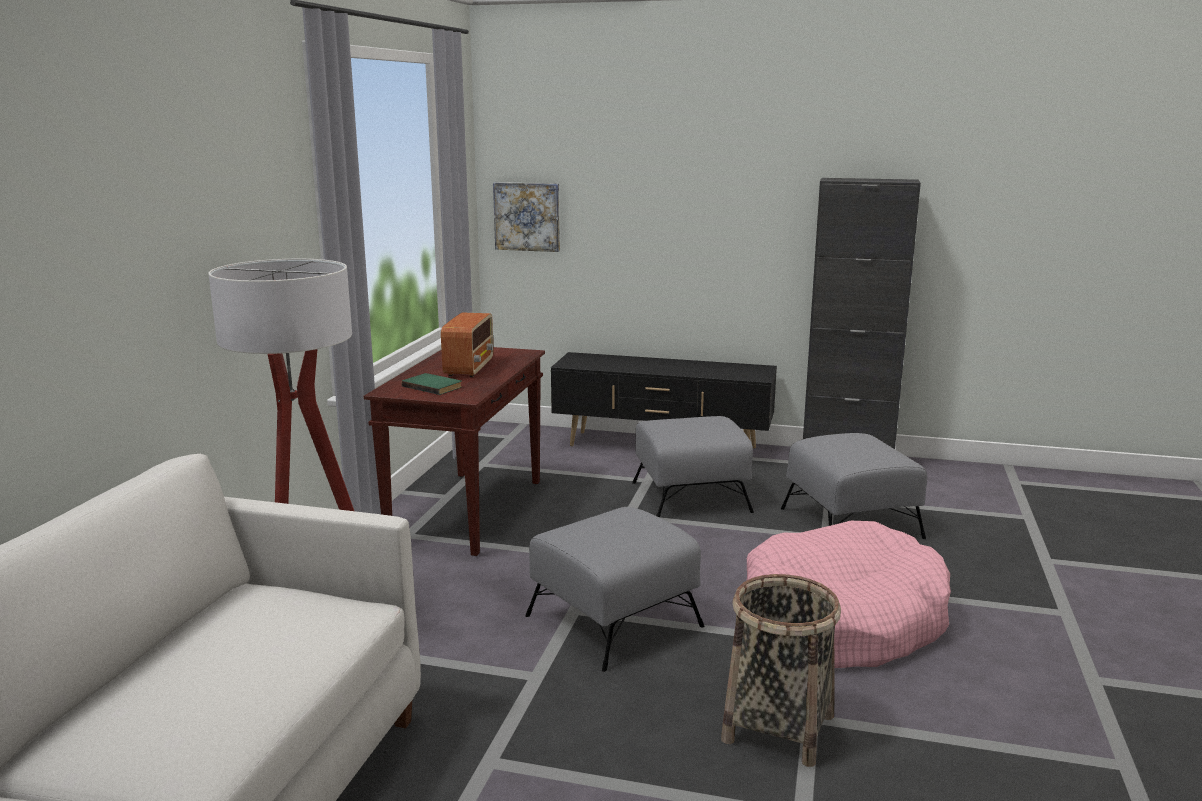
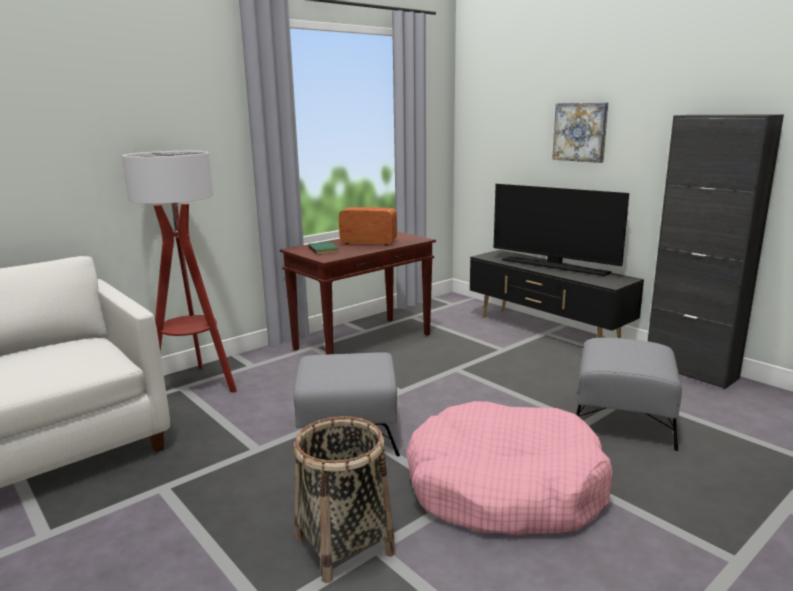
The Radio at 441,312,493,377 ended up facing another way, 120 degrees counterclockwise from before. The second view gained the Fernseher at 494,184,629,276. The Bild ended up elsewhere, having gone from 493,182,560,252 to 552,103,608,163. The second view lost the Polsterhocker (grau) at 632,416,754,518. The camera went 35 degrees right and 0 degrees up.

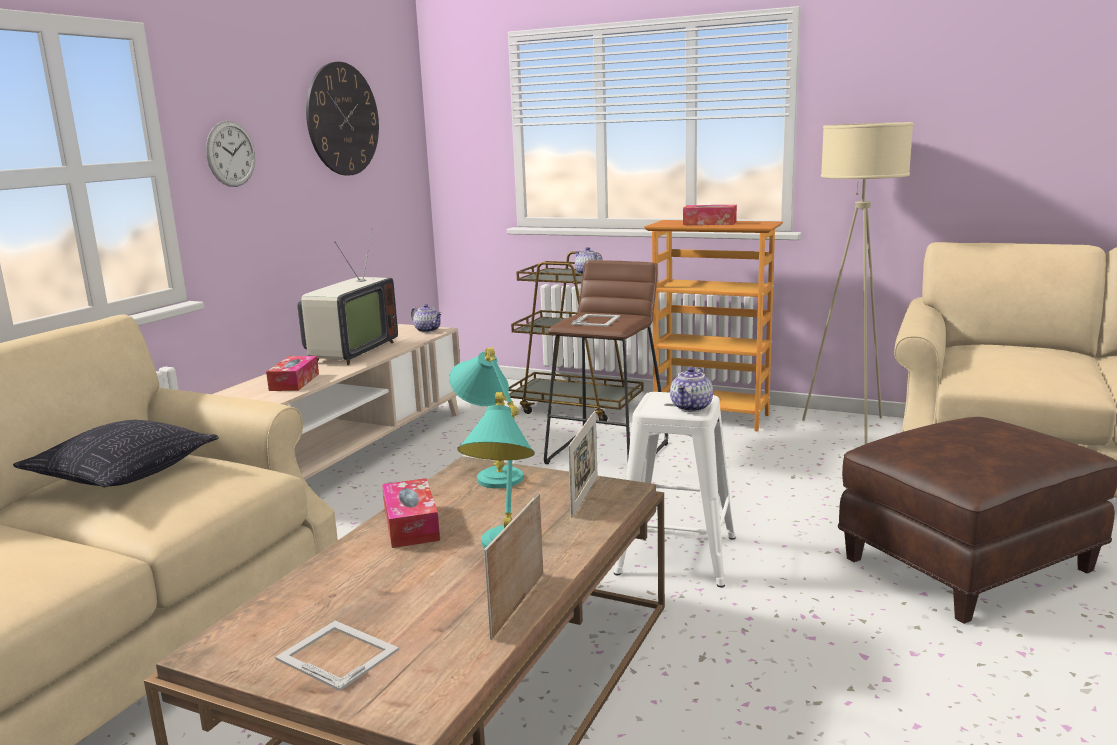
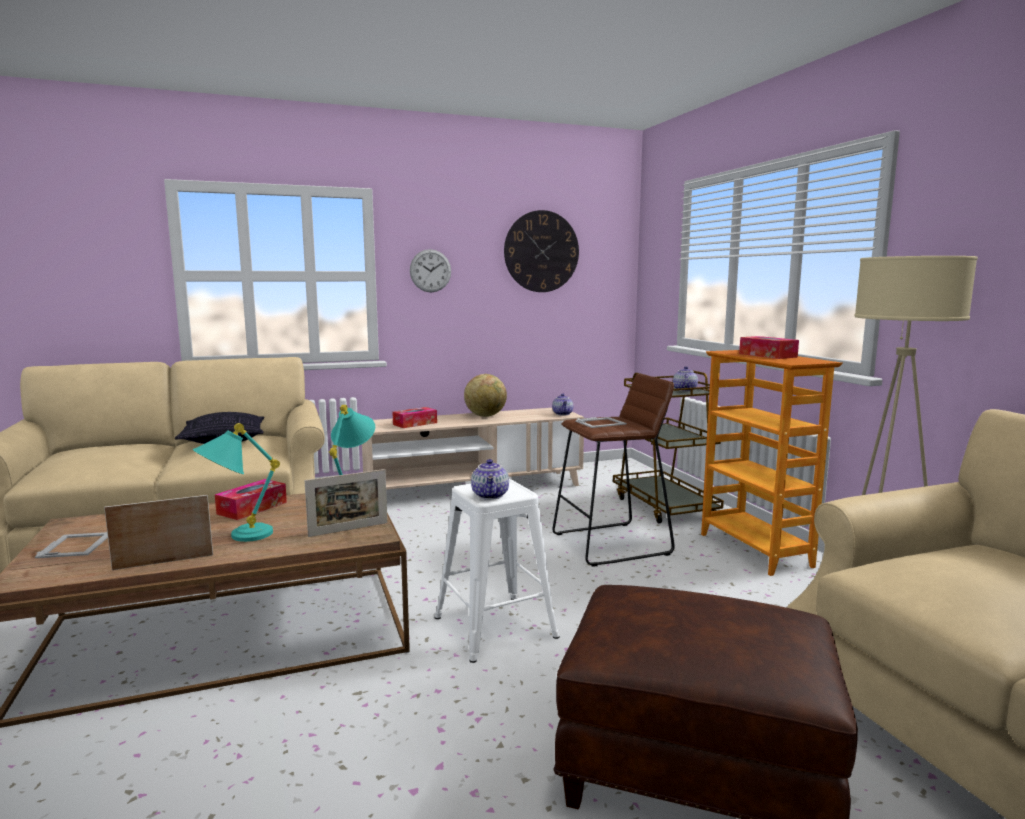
Where the Fernseher stood at 297,228,398,365, the Globus came to stand at 464,374,507,417. The Teekanne at 670,367,713,412 ended up facing another way, 75 degrees counterclockwise from before. The camera went 45 degrees right and 5 degrees down.

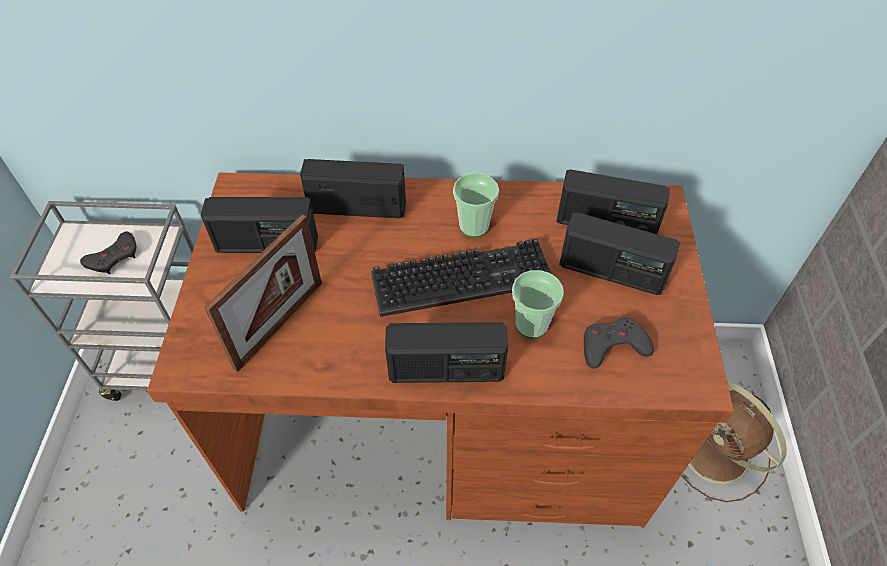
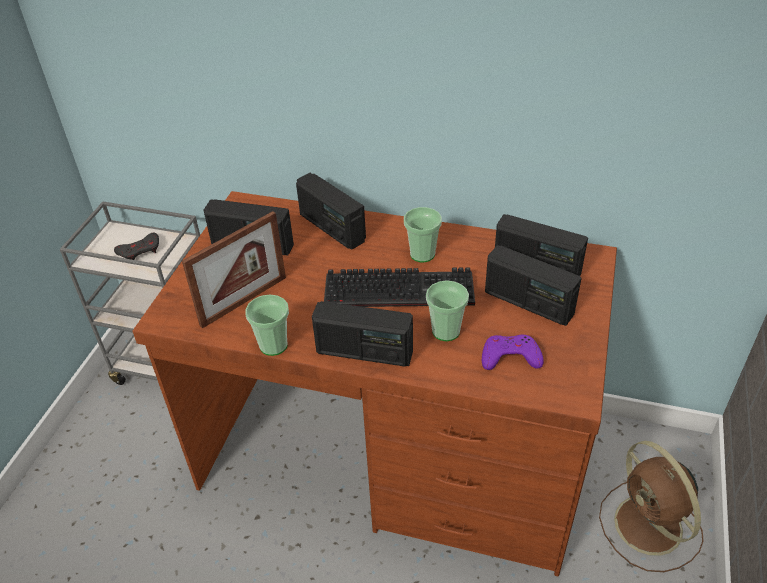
The second view gained the Tasse at 245,295,289,356. The Radio at 300,159,406,219 ended up facing another way, 150 degrees counterclockwise from before. What was the Gamepad (grau) at 584,318,654,369 turned into the Gamepad (lila) at 482,335,544,370. The camera went 15 degrees right and 10 degrees down.

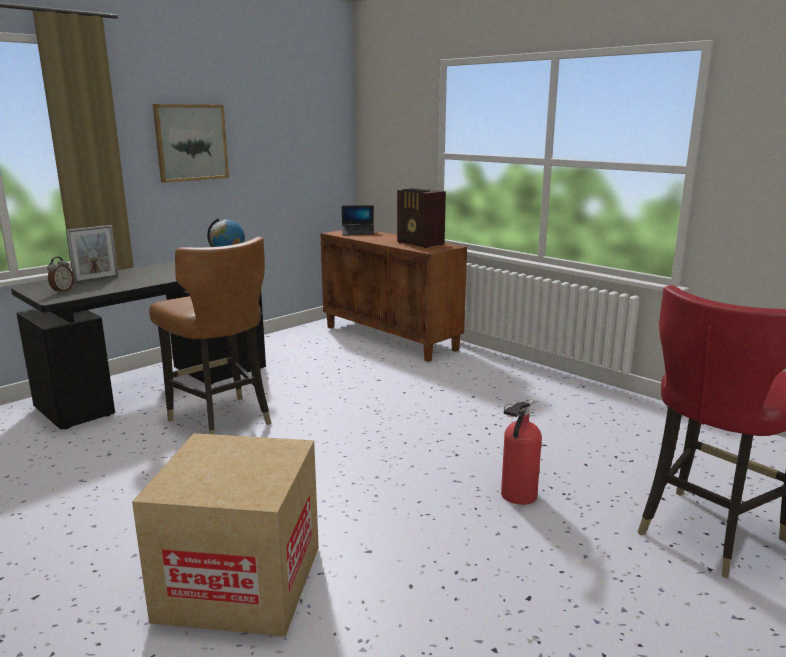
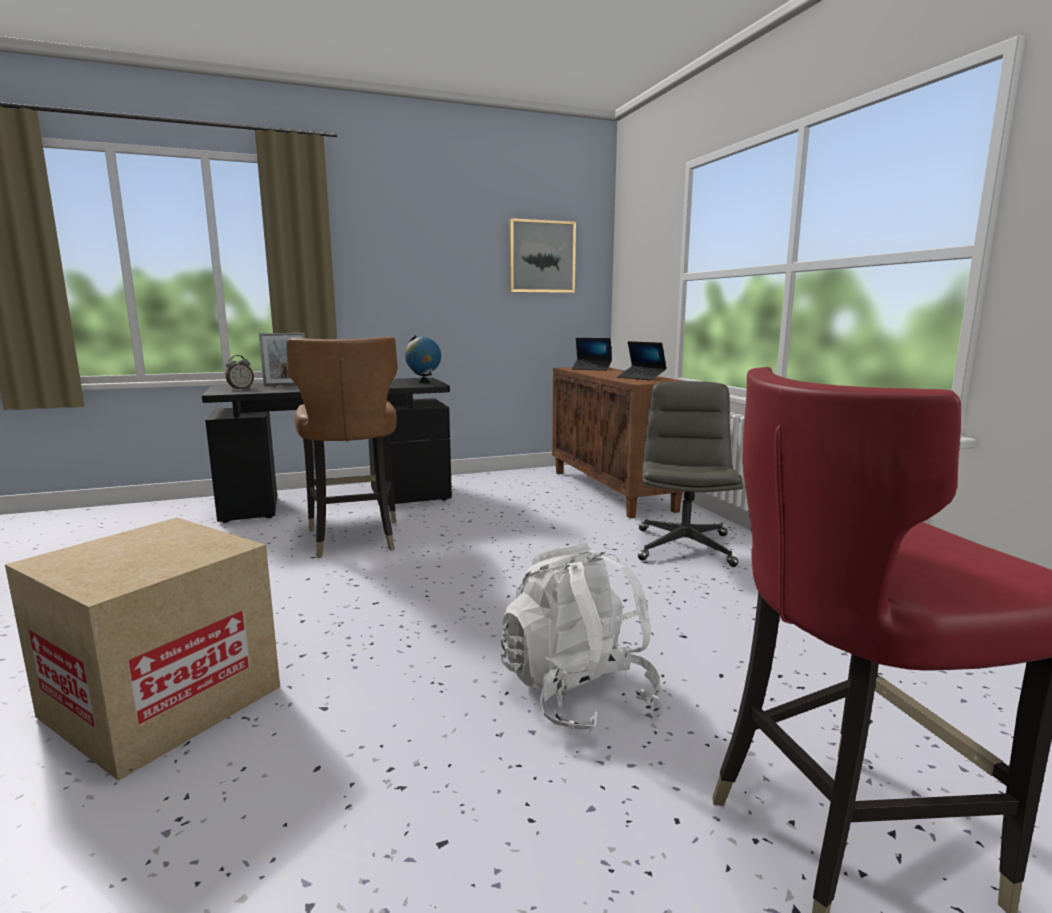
Where the Feuerlöscher stood at 501,399,542,505, the Rucksack (weiß) came to stand at 501,542,662,732. The Bild ended up elsewhere, having gone from 153,104,229,183 to 509,218,576,293. Where the Radio stood at 397,188,446,248, the Laptop came to stand at 617,341,667,381. The second view gained the Bürostuhl (grau) at 638,381,743,567. The camera went 25 degrees right and 5 degrees down.

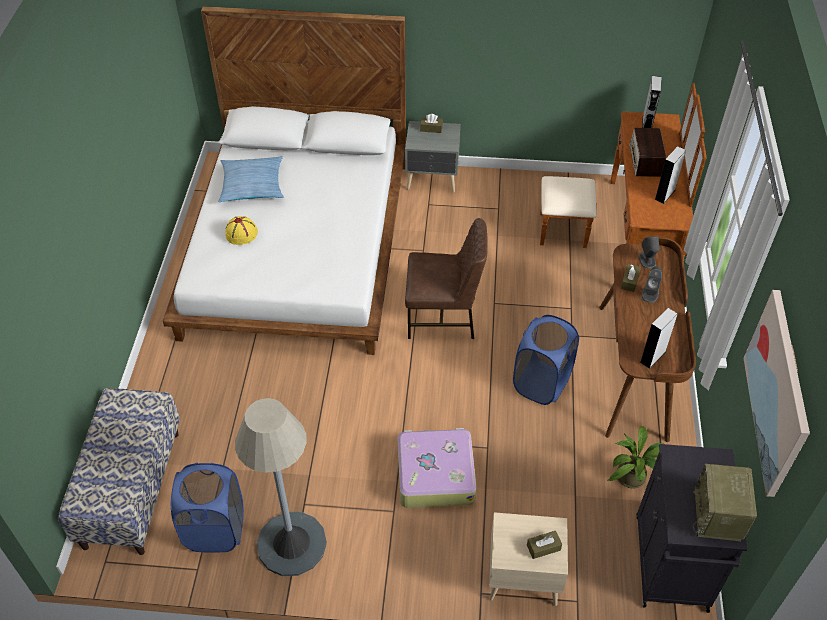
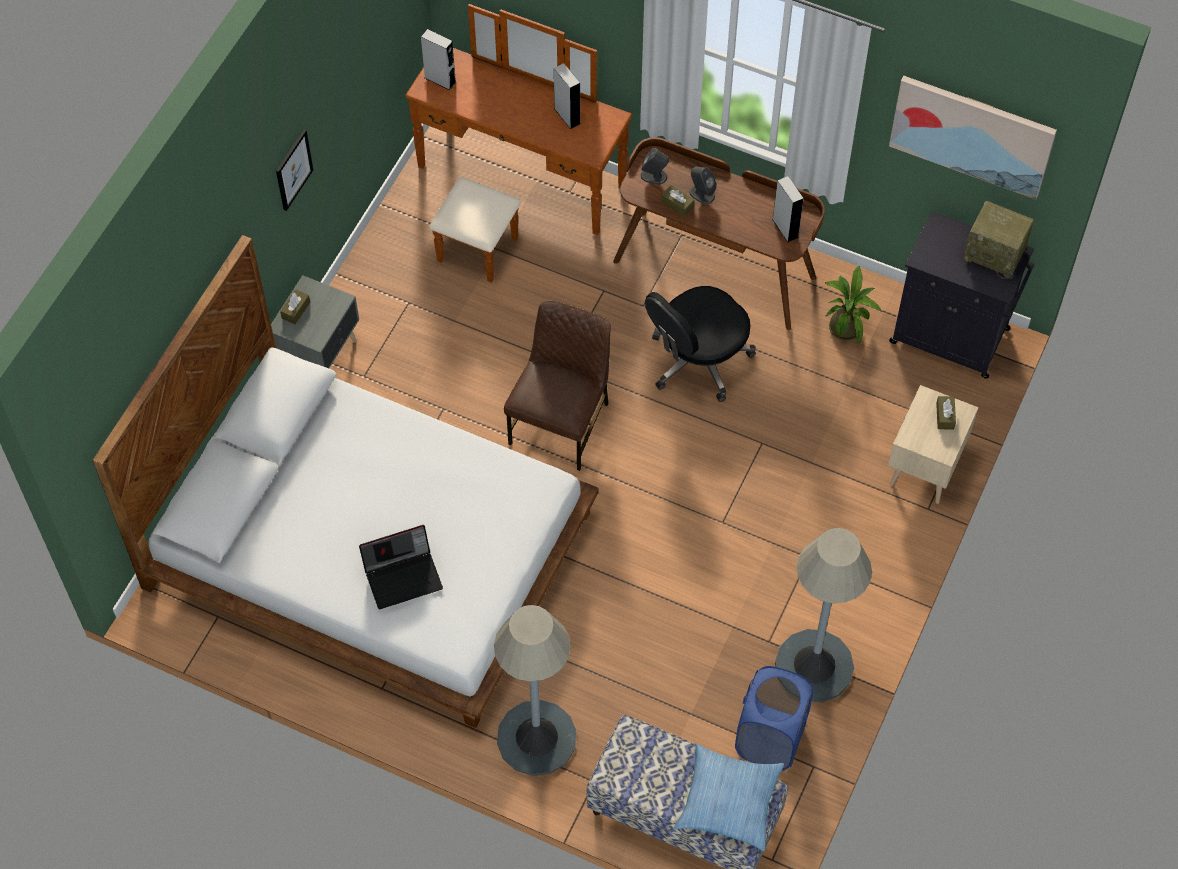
The second view gained the Bild at 276,129,313,211. Where the Hut (gelb) stood at 225,216,258,245, the Laptop came to stand at 359,525,443,609. The second view gained the Stehlampe (grau) at 494,605,577,776. Where the Wäschekorb (blau) stood at 513,315,579,405, the Bürostuhl (schwarz) came to stand at 645,286,756,402. The Kissen ended up elsewhere, having gone from 218,156,284,202 to 674,743,784,851. The second view lost the Koffer at 397,428,476,508. The second view lost the Radio at 629,128,666,177. The camera went 70 degrees left and 10 degrees up.

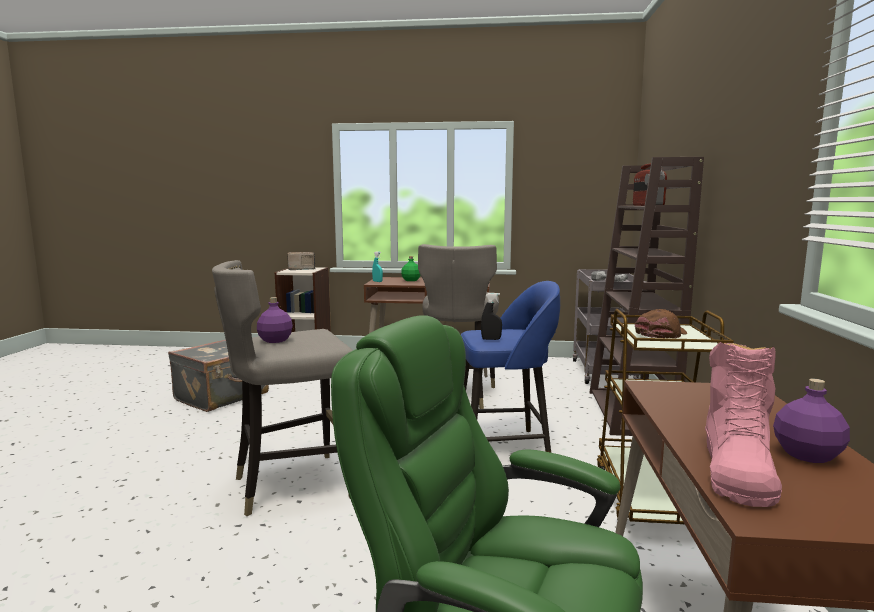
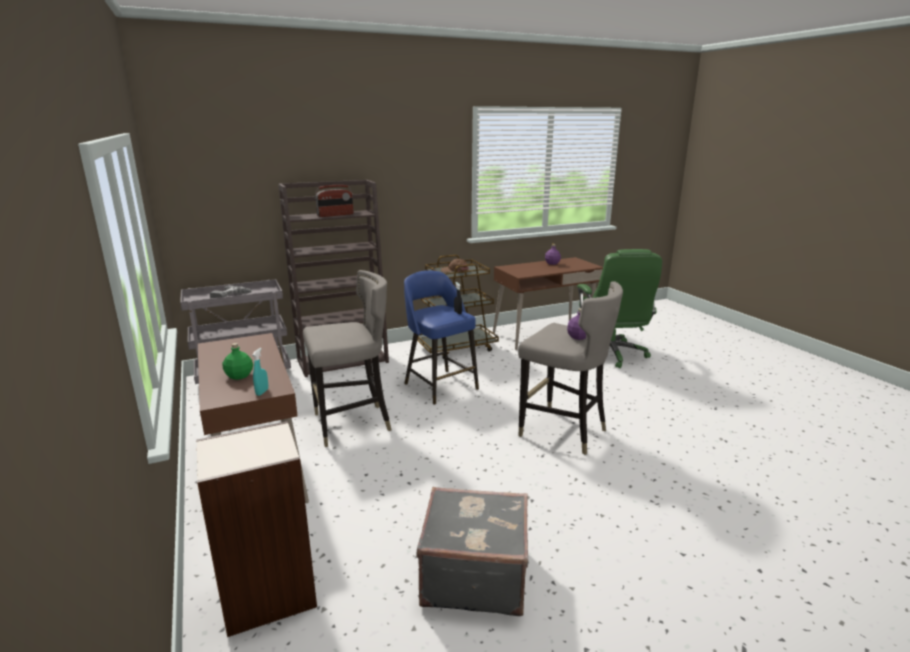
The second view lost the Radio at 287,252,316,270. The second view lost the Stiefel (rosa) at 705,342,782,507. The camera went 120 degrees left and 10 degrees up.

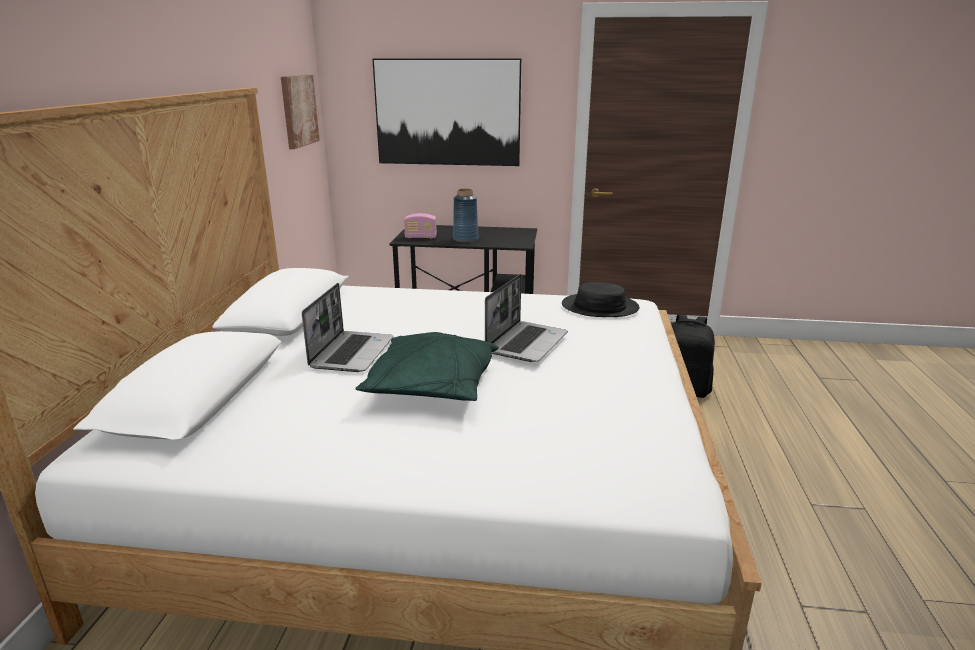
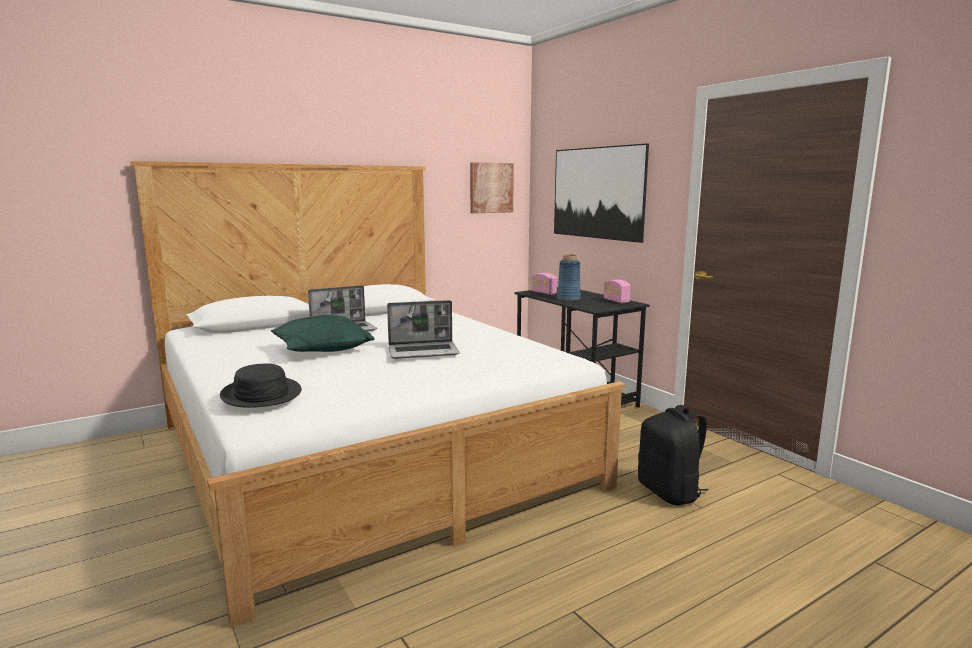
The Hut (schwarz) ended up elsewhere, having gone from 562,282,639,317 to 220,364,301,408. The second view gained the Radio at 604,279,631,303. The camera went 50 degrees right and 10 degrees down.

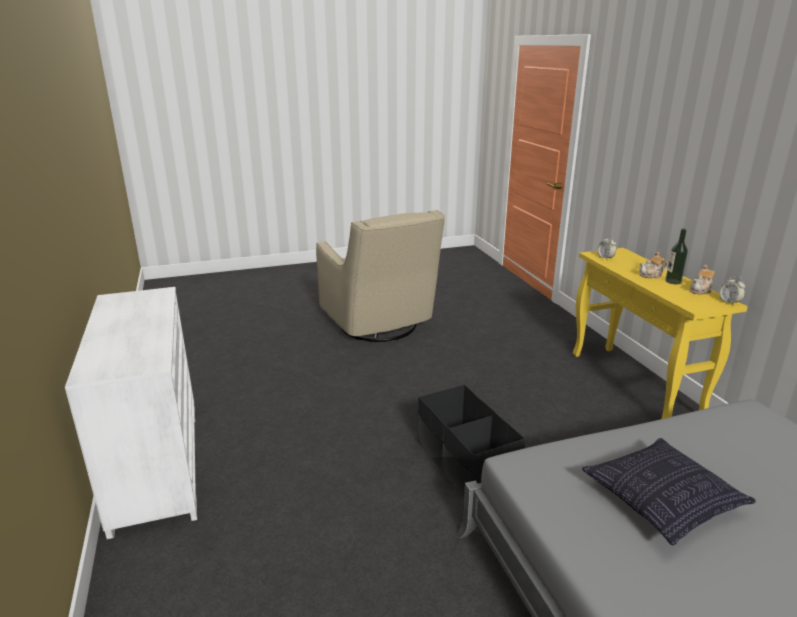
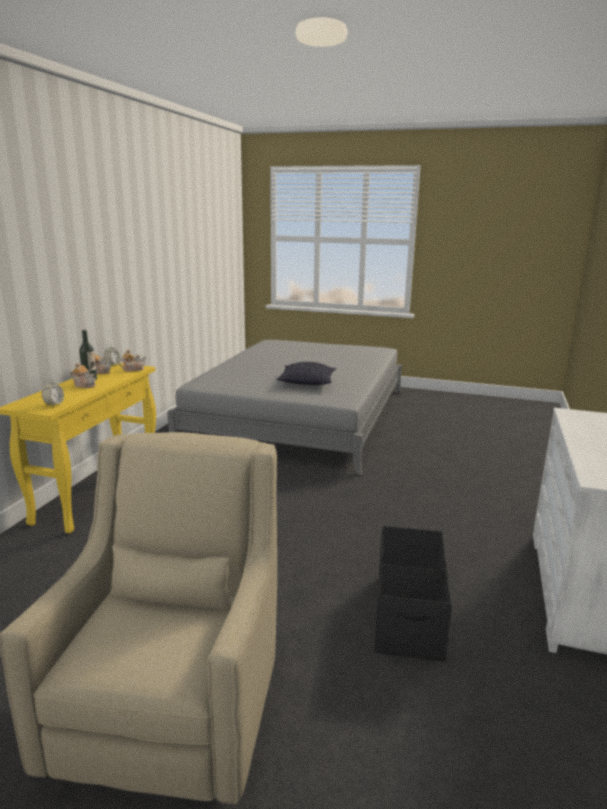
The second view gained the Teekanne at 118,349,146,372. The Aufbewahrungsbox (schwarz) ended up elsewhere, having gone from 417,385,525,497 to 374,526,452,661. The camera went 145 degrees left and 5 degrees down.

